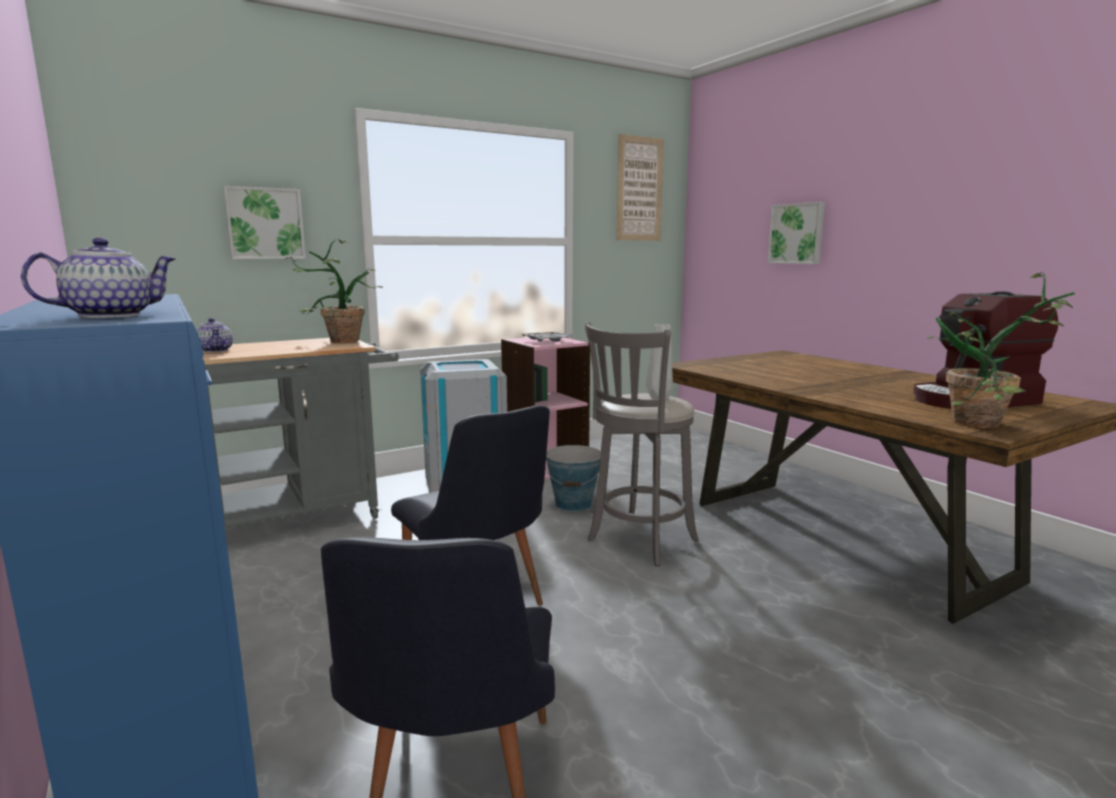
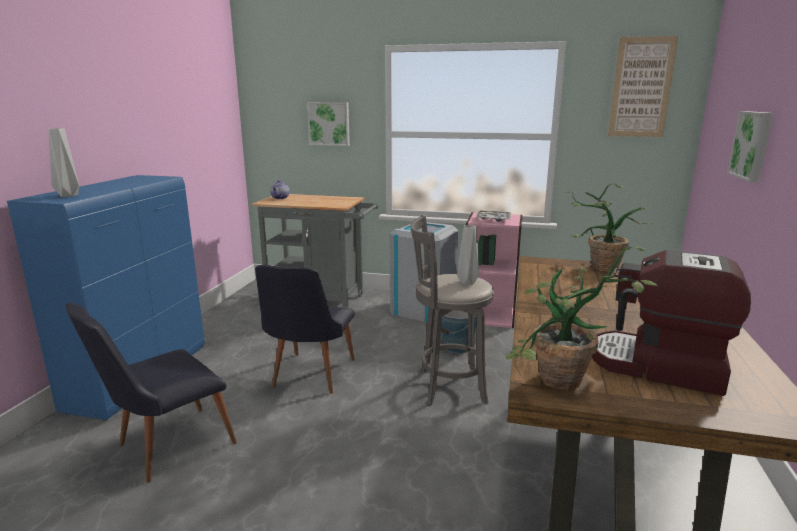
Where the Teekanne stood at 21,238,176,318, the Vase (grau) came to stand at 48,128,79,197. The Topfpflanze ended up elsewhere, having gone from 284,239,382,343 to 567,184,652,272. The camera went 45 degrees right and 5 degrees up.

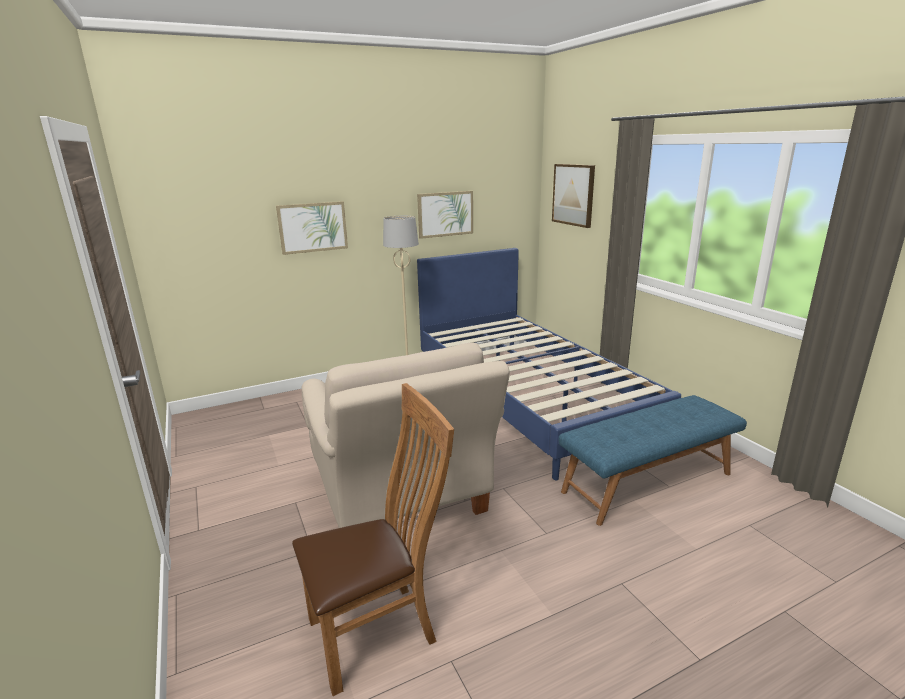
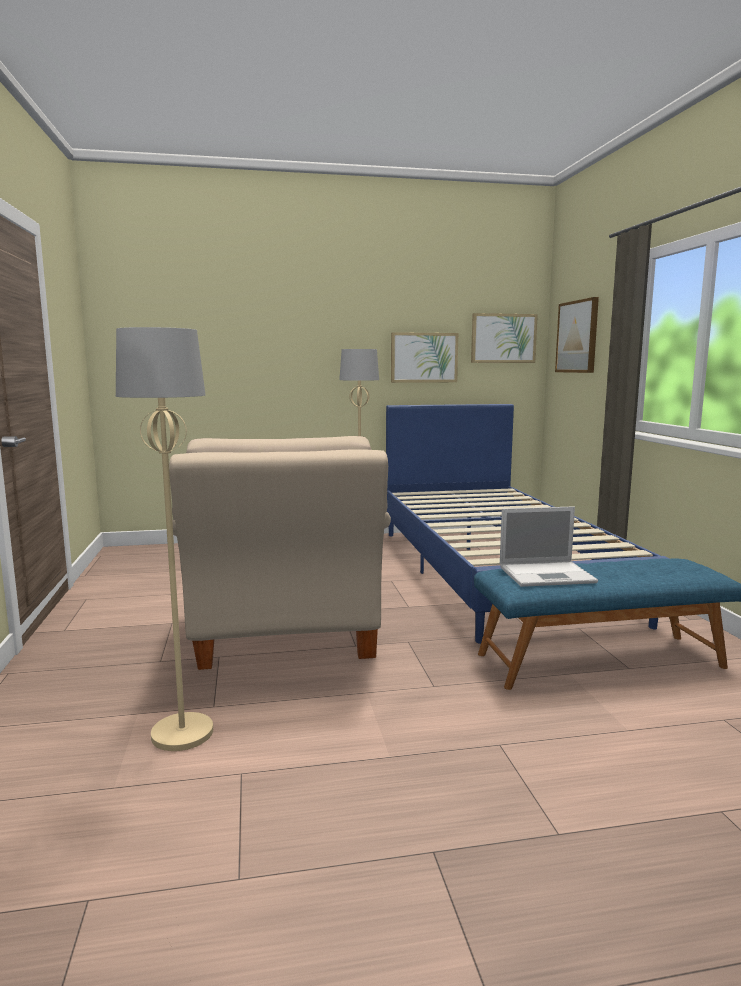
Where the Stuhl (braun) stood at 292,383,454,696, the Stehlampe (beige) came to stand at 116,327,213,751. The Bild ended up elsewhere, having gone from 276,201,348,255 to 471,313,538,363. The second view gained the Laptop at 500,506,598,587. The camera went 15 degrees right and 10 degrees down.

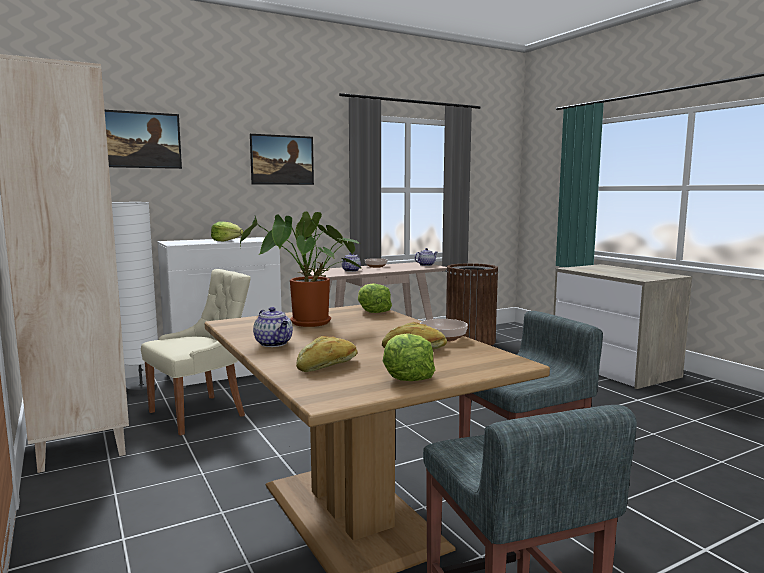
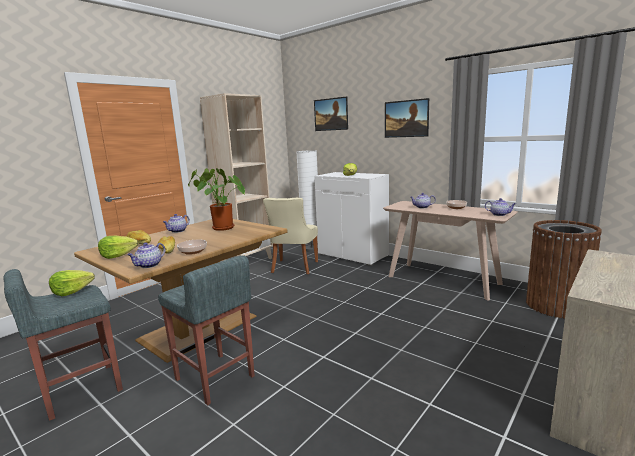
The Salatkopf ended up elsewhere, having gone from 358,283,392,313 to 49,270,95,296. The second view gained the Teekanne at 127,243,165,268. The Stuhl (beige) at 141,269,251,436 ended up facing another way, 75 degrees clockwise from before. The camera went 70 degrees right and 5 degrees up.

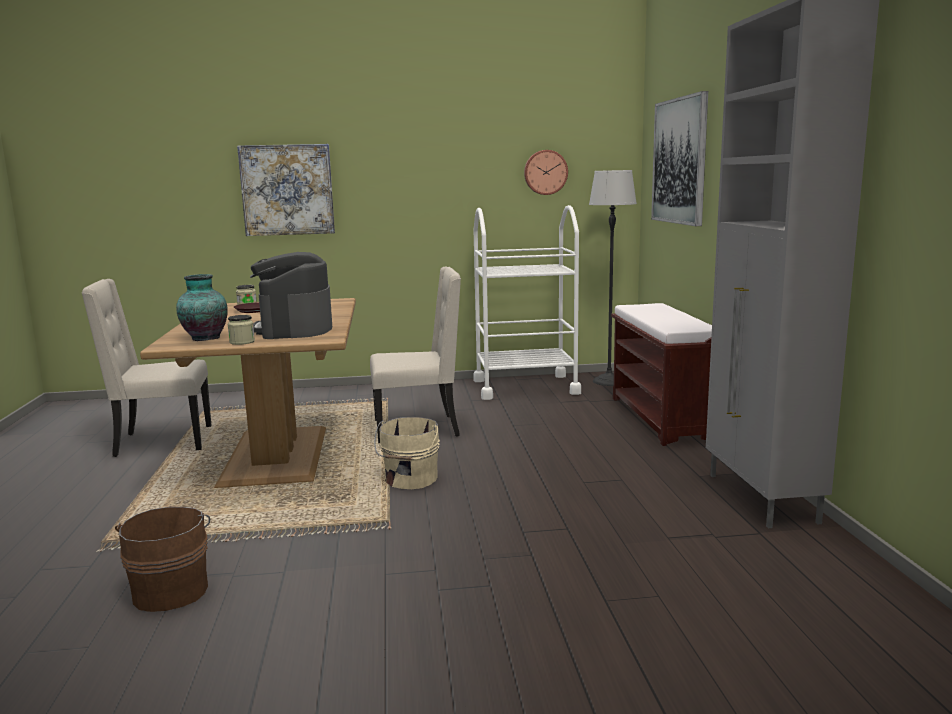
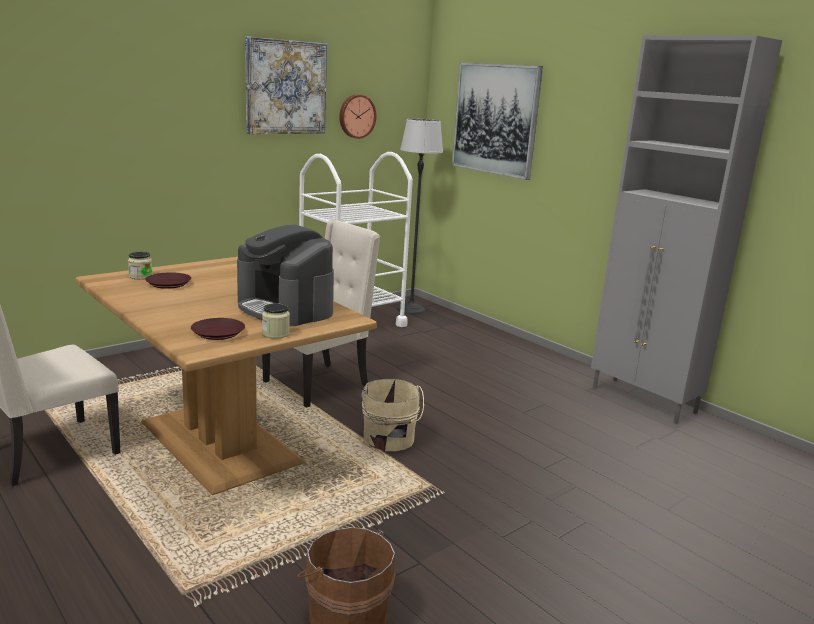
Where the Vase stood at 176,274,228,341, the Teller (braun) came to stand at 191,318,245,340. The Bild ended up elsewhere, having gone from 237,144,335,236 to 245,36,327,134. The second view lost the Bank (braun) at 611,303,712,446. The camera went 35 degrees left and 5 degrees up.

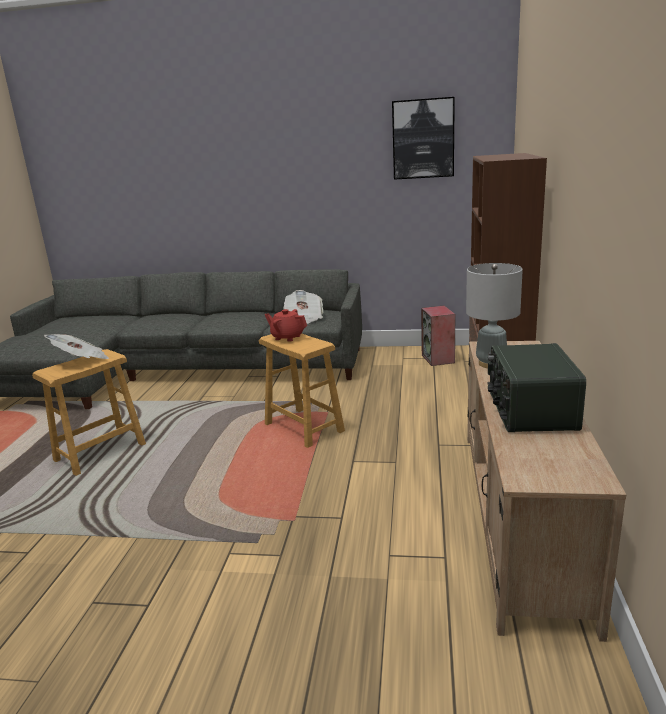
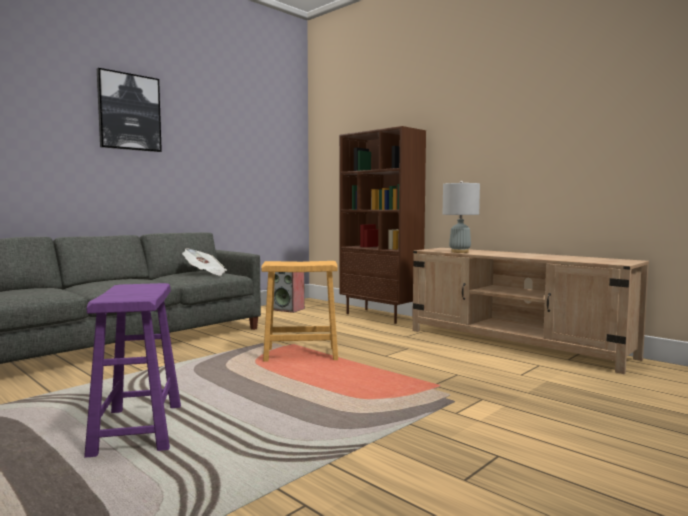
What was the Hocker (braun) at 32,349,146,476 turned into the Hocker (lila) at 84,283,181,458. The Bild ended up elsewhere, having gone from 392,97,455,180 to 97,68,162,152. The second view lost the Zeitung at 44,334,110,359. The second view lost the Teekanne (rot) at 265,309,307,342. The second view lost the Radio at 488,343,586,432. The camera went 55 degrees left and 15 degrees down.

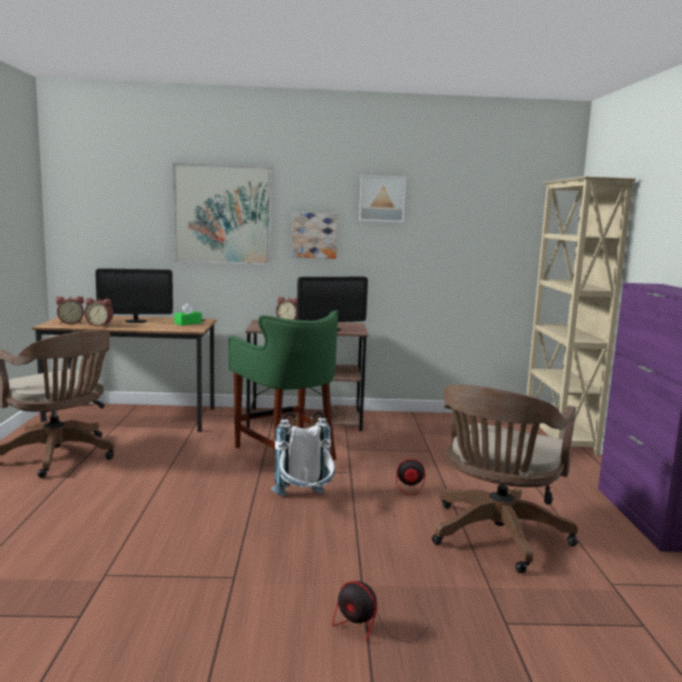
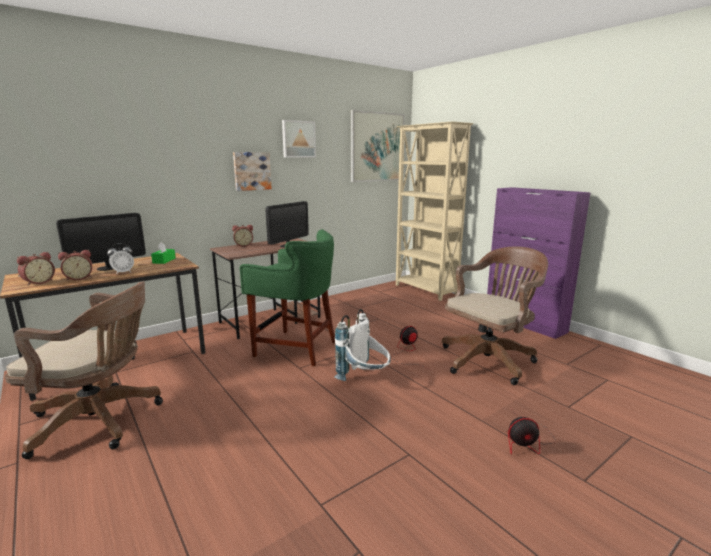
The second view gained the Wecker at 107,243,134,274. The Bild ended up elsewhere, having gone from 172,163,272,265 to 351,110,405,182. The Bürostuhl (braun) at 432,385,578,573 ended up facing another way, 120 degrees counterclockwise from before. The camera went 35 degrees left and 5 degrees up.

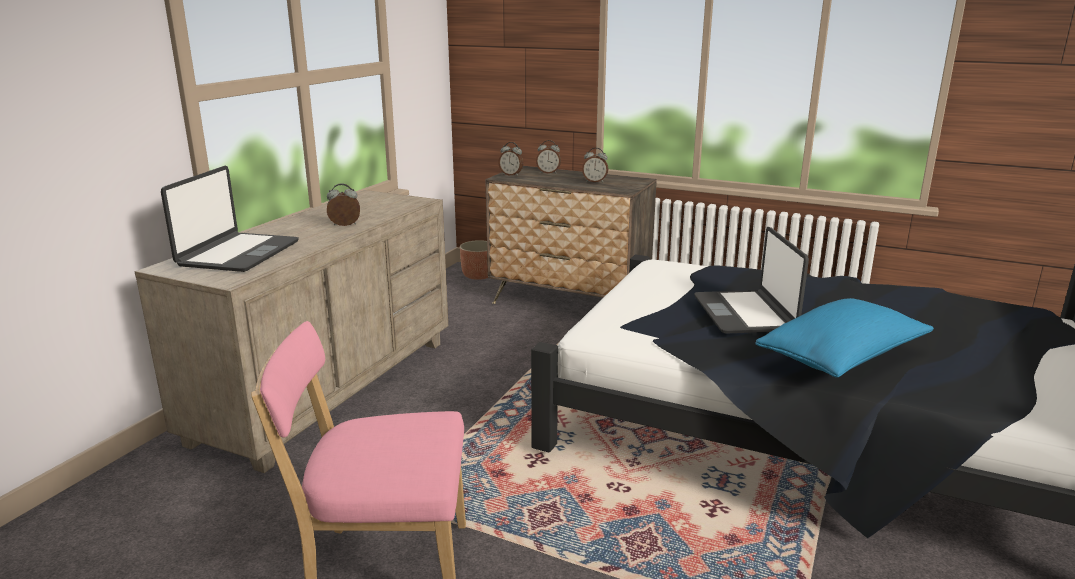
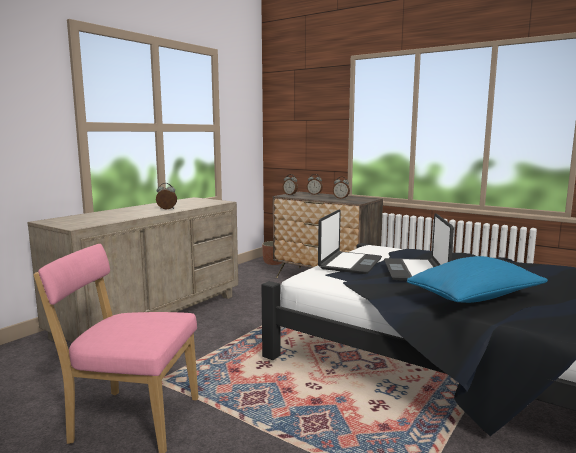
The Laptop ended up elsewhere, having gone from 161,166,299,272 to 318,209,382,274. The camera went 10 degrees right and 10 degrees down.

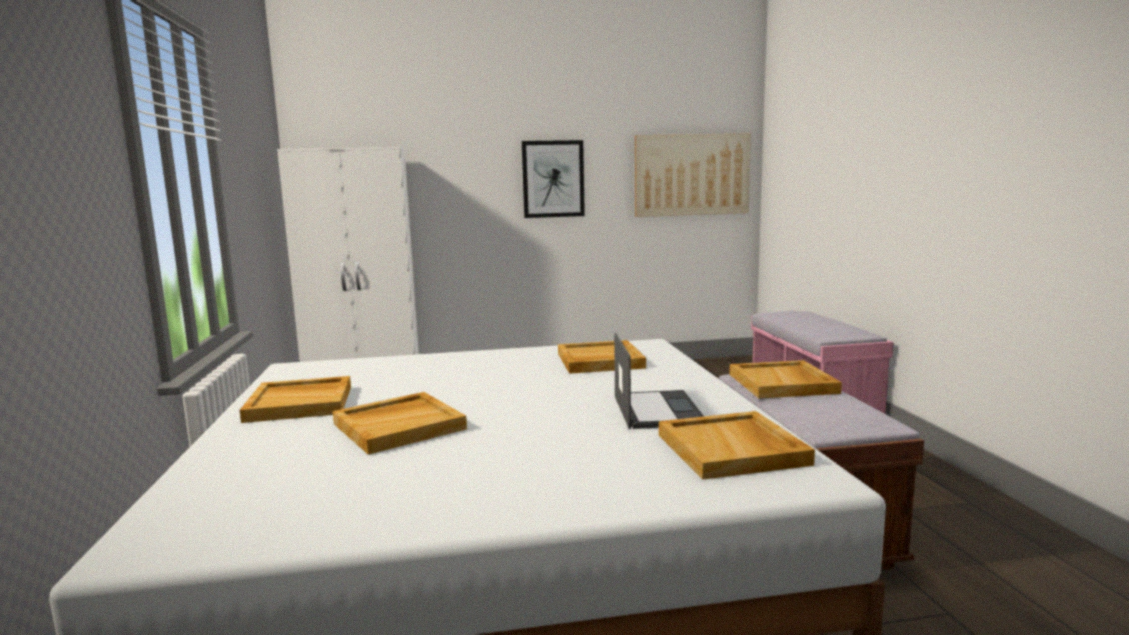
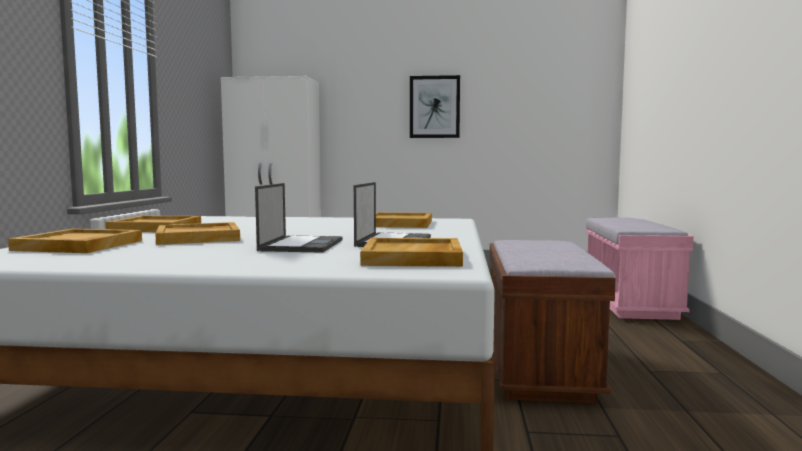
The Tablett (beige) ended up elsewhere, having gone from 729,360,842,399 to 8,229,142,253. The second view gained the Laptop at 255,183,343,253. The second view lost the Bild at 635,134,751,217. The camera went 15 degrees right and 5 degrees down.

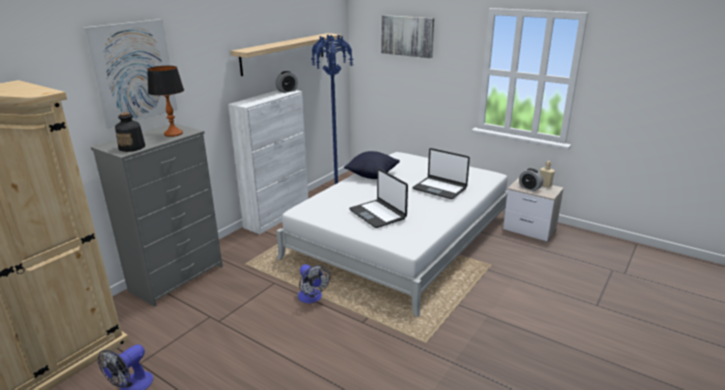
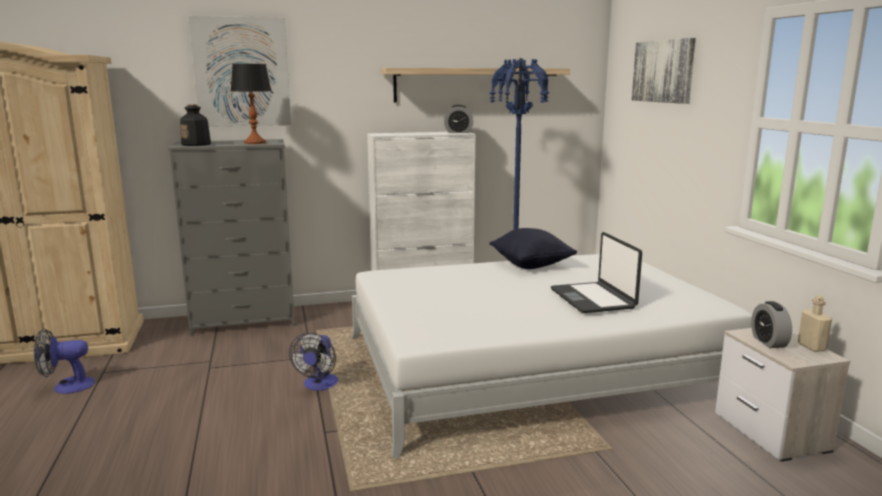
The second view lost the Laptop at 349,169,408,228. The camera went 40 degrees right and 10 degrees down.

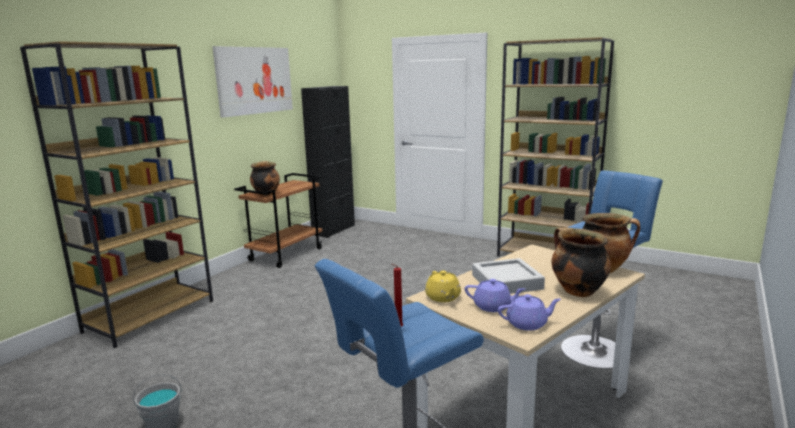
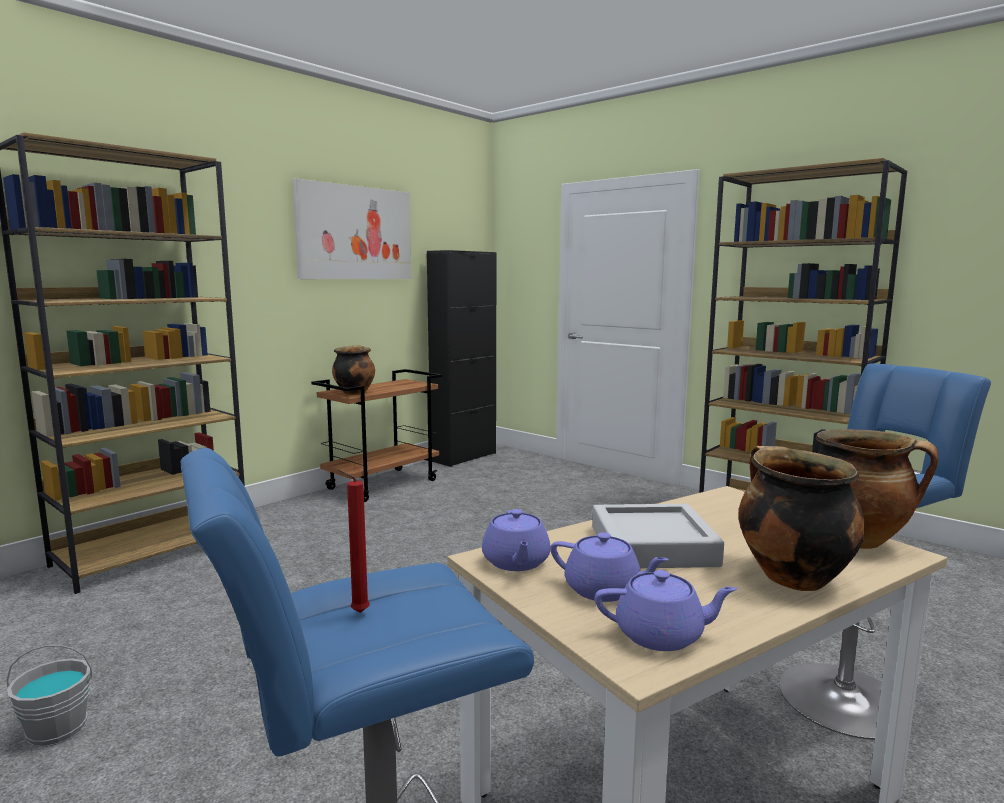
What was the Teekanne (gelb) at 425,270,461,302 turned into the Teekanne (lila) at 482,509,551,571. The camera went 10 degrees right and 5 degrees down.

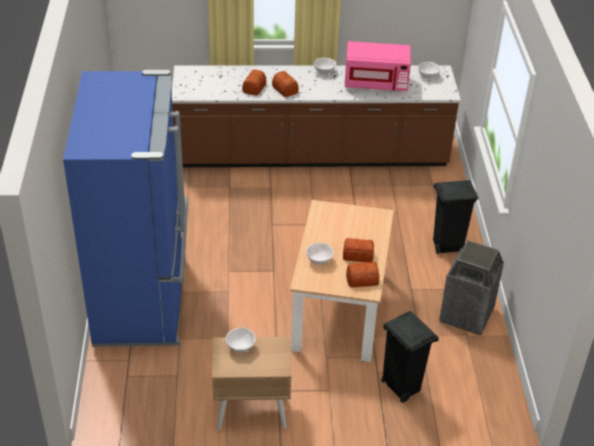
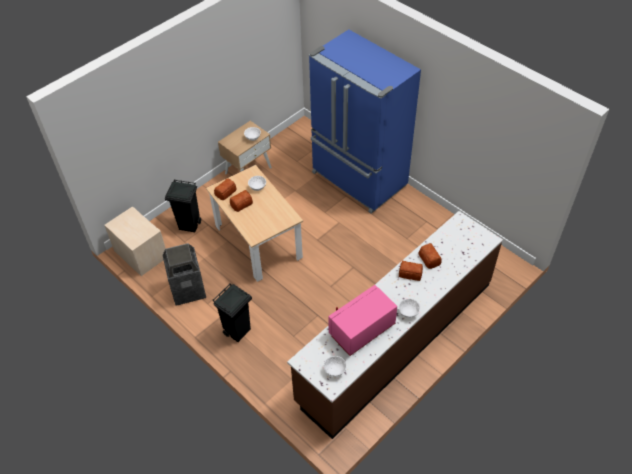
The second view gained the Nachttisch (beige) at 104,206,166,276. The camera went 140 degrees right and 10 degrees up.

